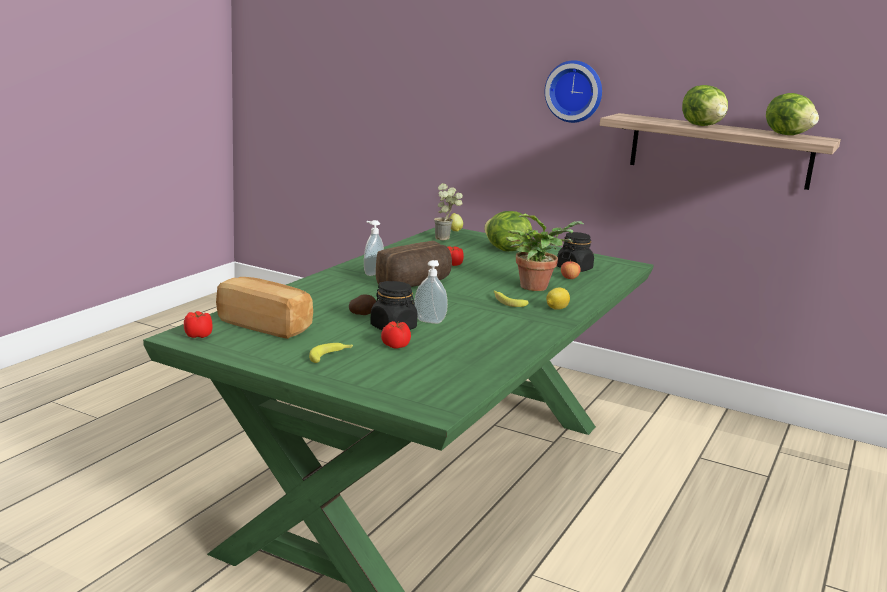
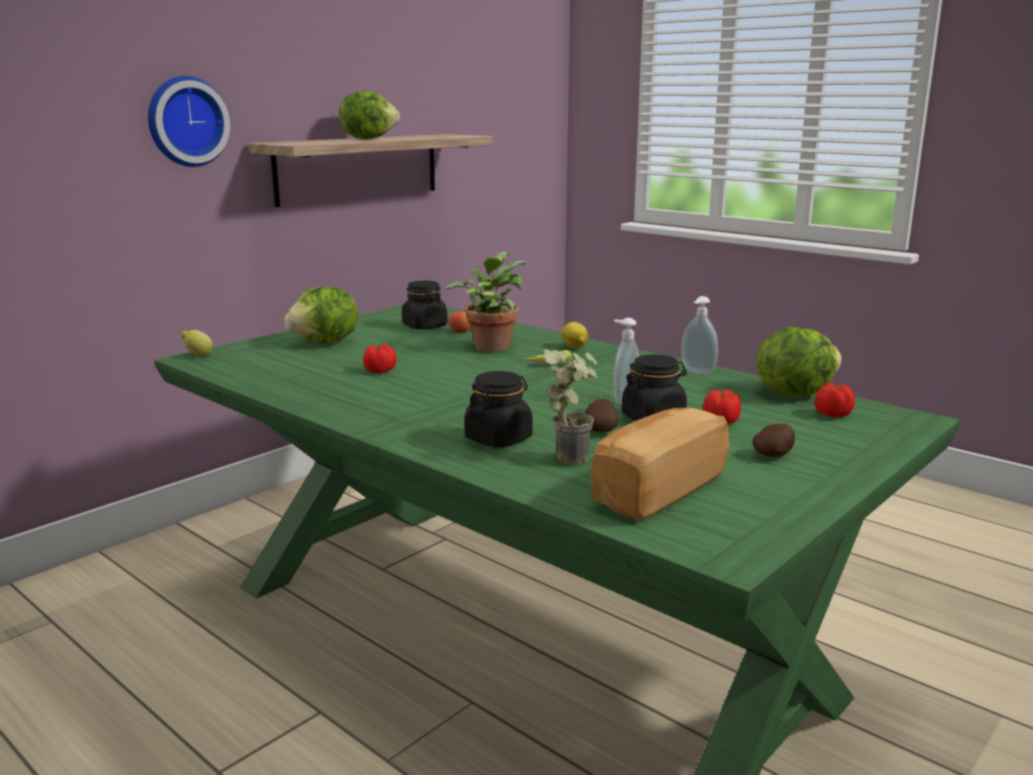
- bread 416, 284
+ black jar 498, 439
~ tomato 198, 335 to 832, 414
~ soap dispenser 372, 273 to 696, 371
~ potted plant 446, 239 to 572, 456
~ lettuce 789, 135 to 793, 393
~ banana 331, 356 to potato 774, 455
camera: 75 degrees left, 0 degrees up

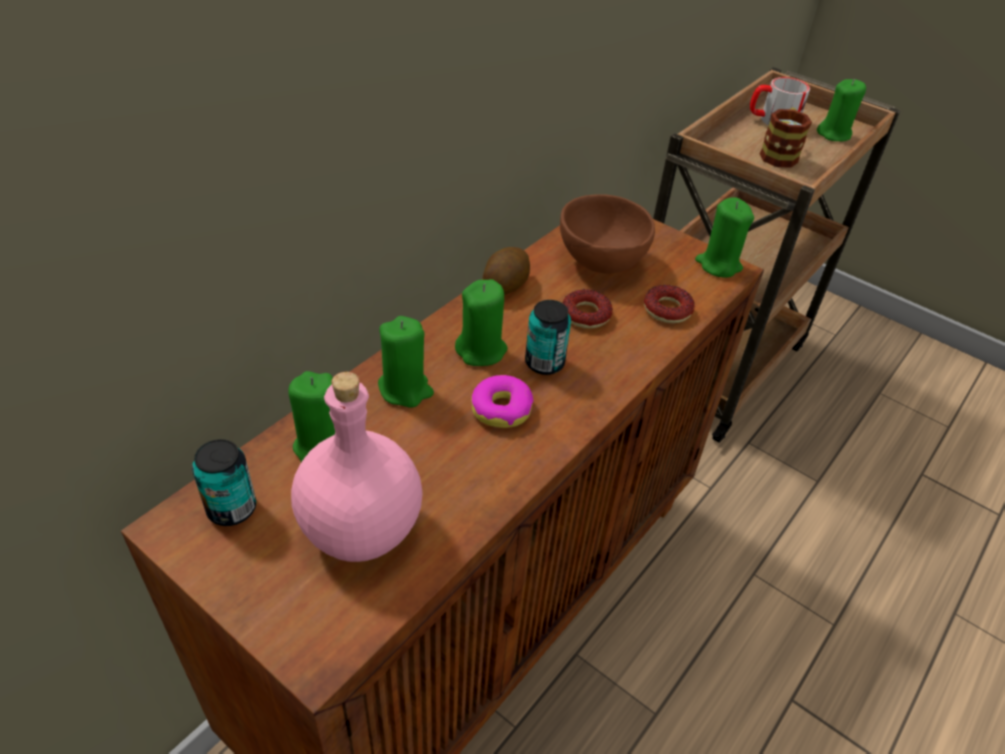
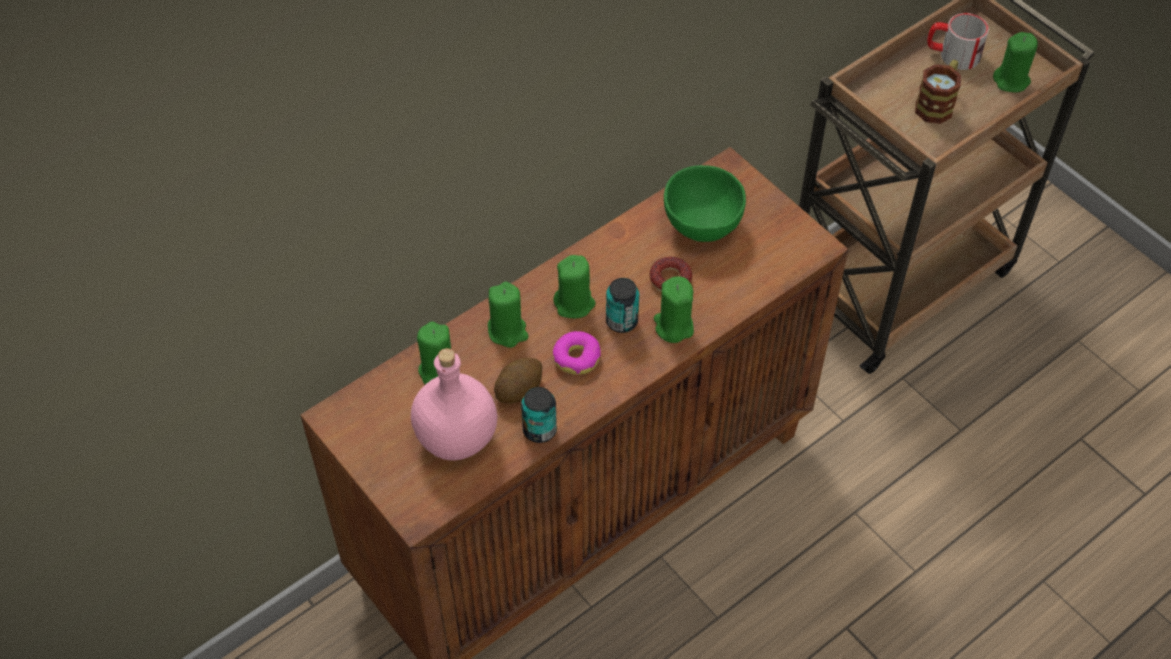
- donut 667, 309
~ can 232, 509 to 539, 430
~ potato 505, 285 to 519, 389
~ green candle 718, 265 to 673, 326
~ brown bowl 600, 262 to green bowl 701, 225
camera: 15 degrees right, 10 degrees up

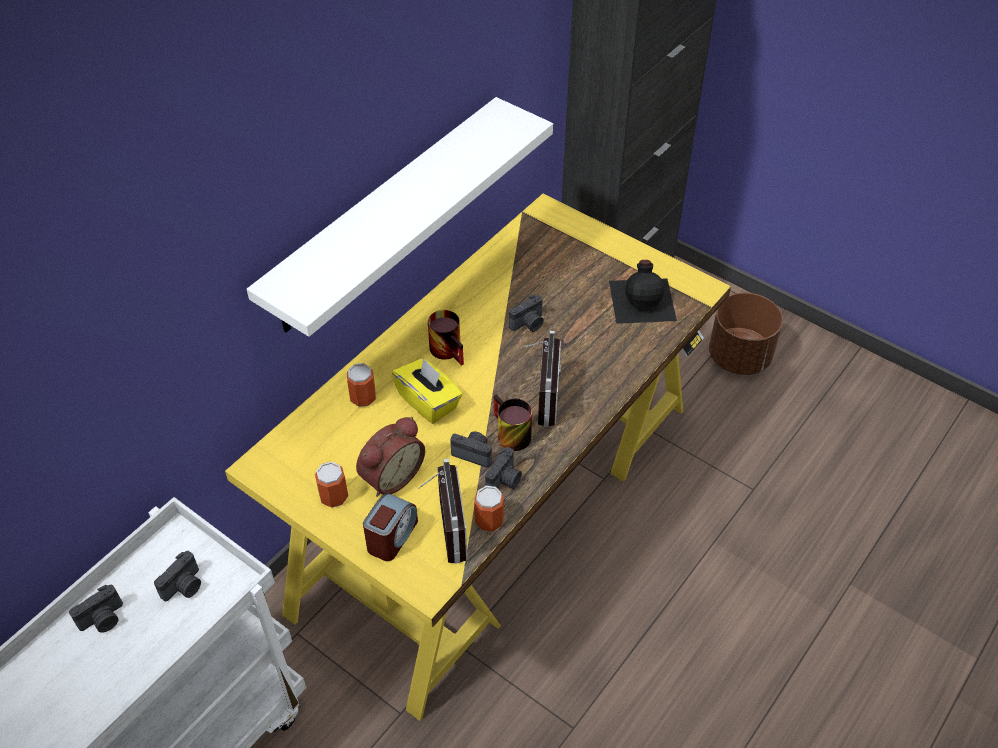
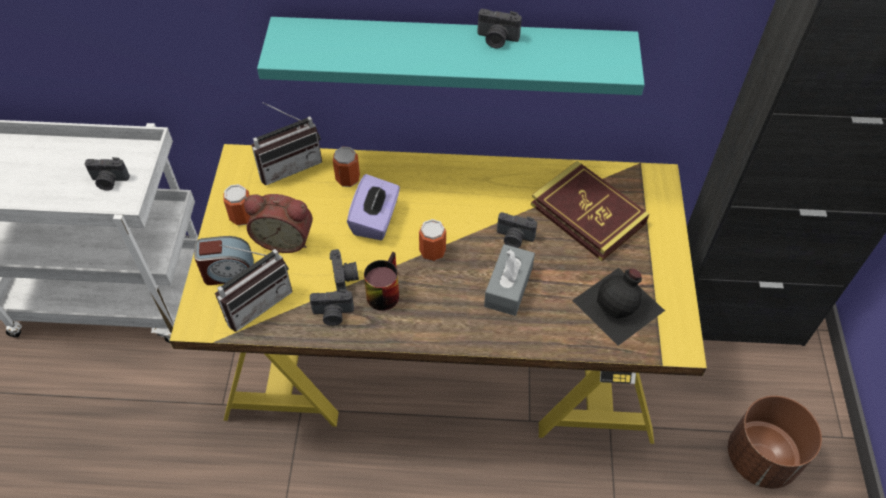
- mug 450, 350
+ grey tissue box 508, 287
+ book 587, 214
~ photo camera 103, 619 to 497, 39
~ can 489, 521 to 432, 251
~ radio 539, 398 to 289, 164
~ white shelf 385, 216 to turquoise shelf 452, 55
~ yellow tissue box 428, 402 to purple tissue box 375, 220
camera: 55 degrees right, 5 degrees up

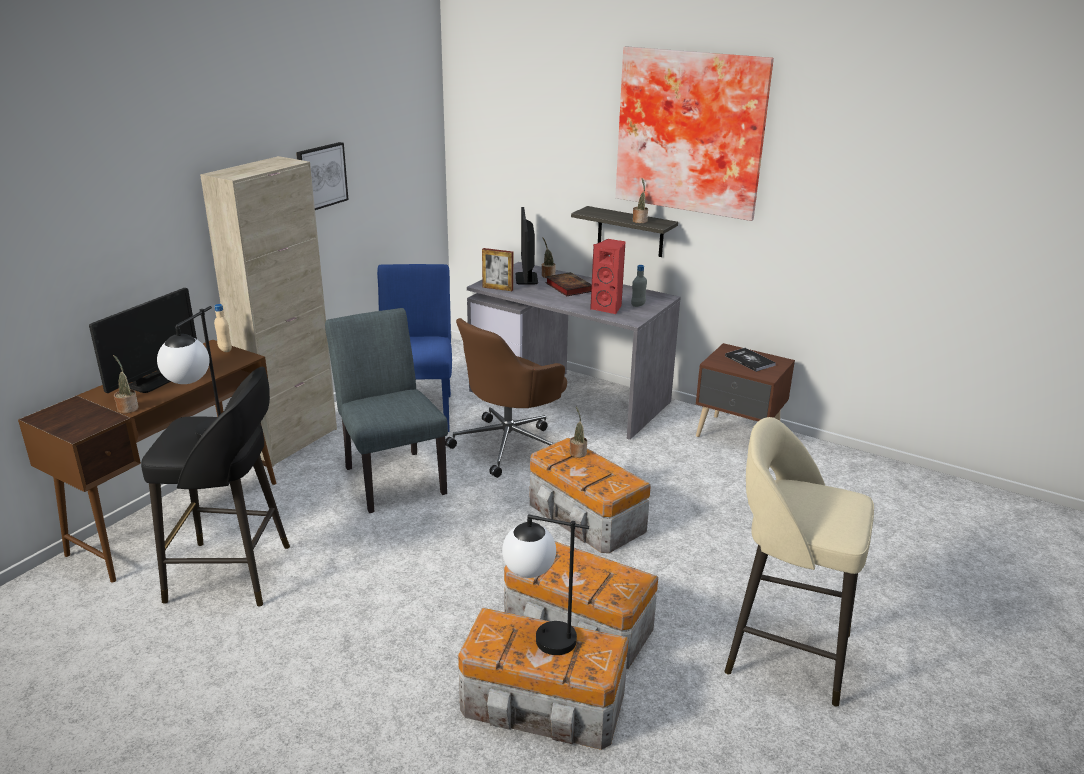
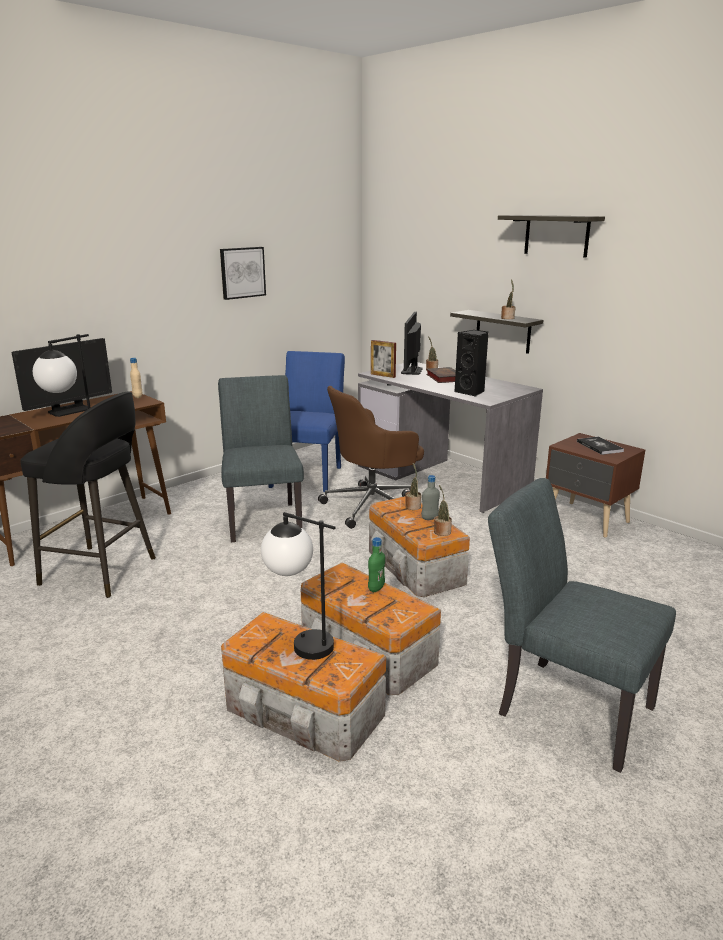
- beige cabinet 292, 442
+ green bottle 376, 588
~ potted plant 127, 408 to 441, 531
~ grey bottle 638, 305 to 430, 518
~ picture 691, 132 to shelf 556, 235
~ beige stool 783, 652 to grey chair 564, 705
~ red speaker 608, 308 to black speaker 471, 392
camera: 15 degrees right, 5 degrees down

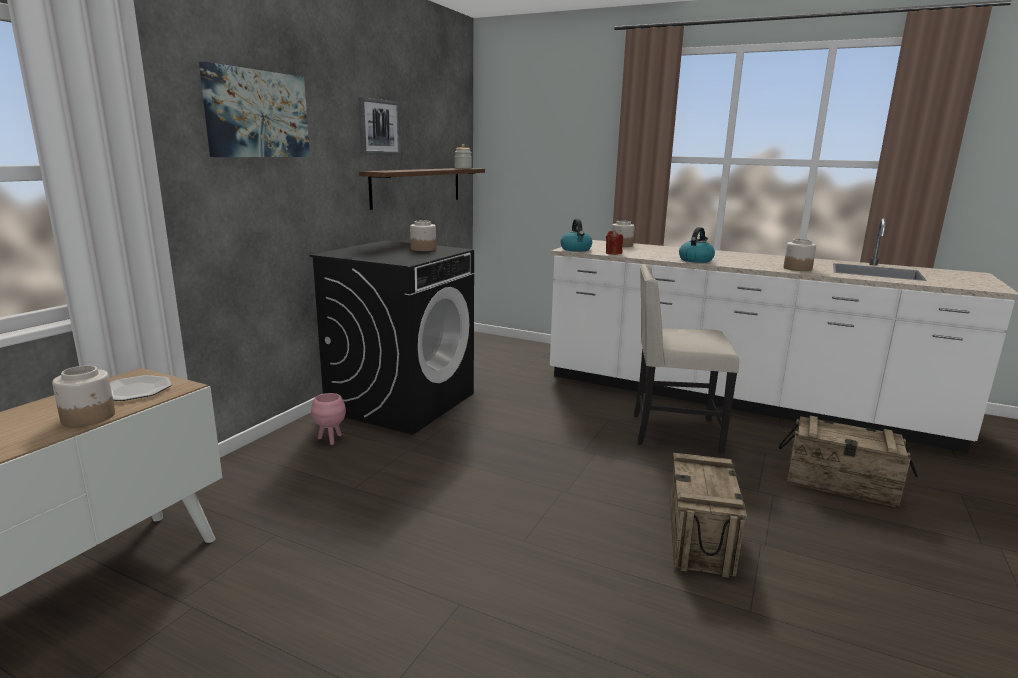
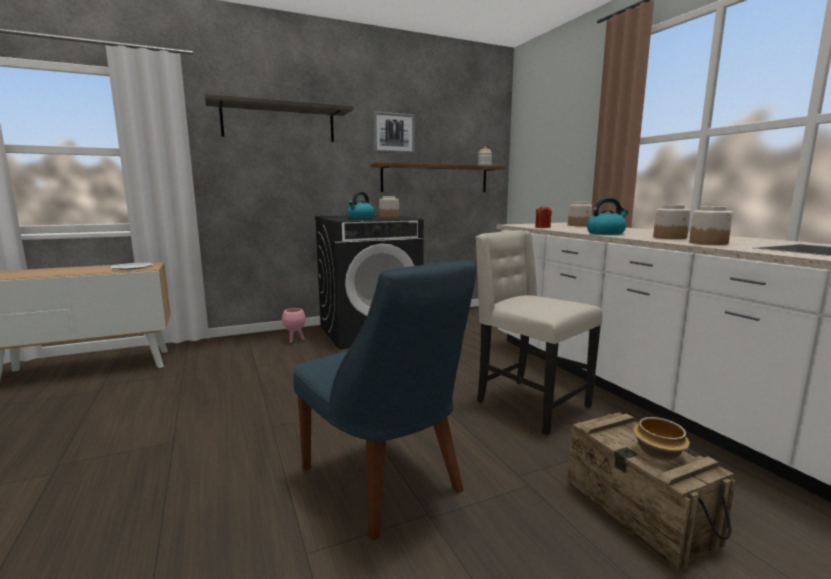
+ bowl 658, 452
~ jar 89, 417 to 670, 237
~ kettle 576, 249 to 361, 218
~ picture 257, 114 to shelf 279, 123
~ crate 700, 538 to blue chair 385, 483
camera: 40 degrees right, 5 degrees down

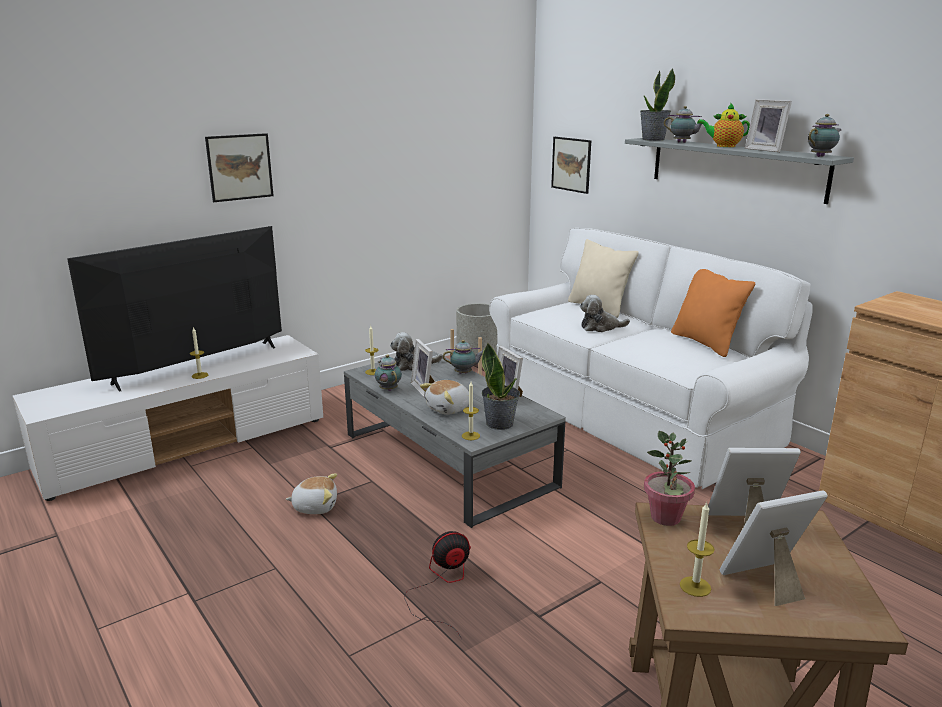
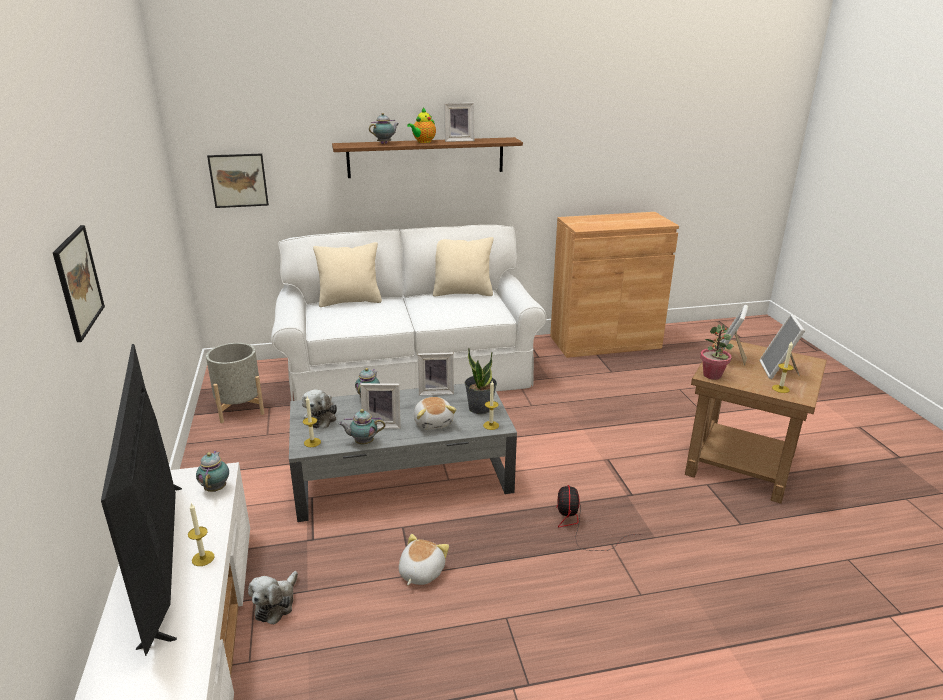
- potted plant 653, 139
~ plush toy 600, 327 to 276, 604
~ teapot 821, 156 to 216, 488
~ grey shelf 735, 168 to brown shelf 426, 157
~ orange pillow 705, 343 to beige pillow 462, 293
camera: 65 degrees left, 5 degrees up

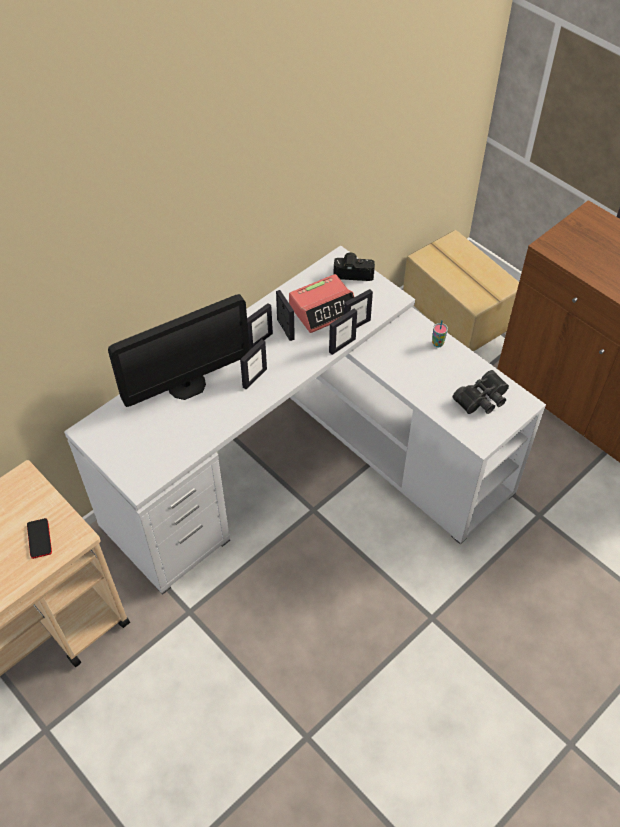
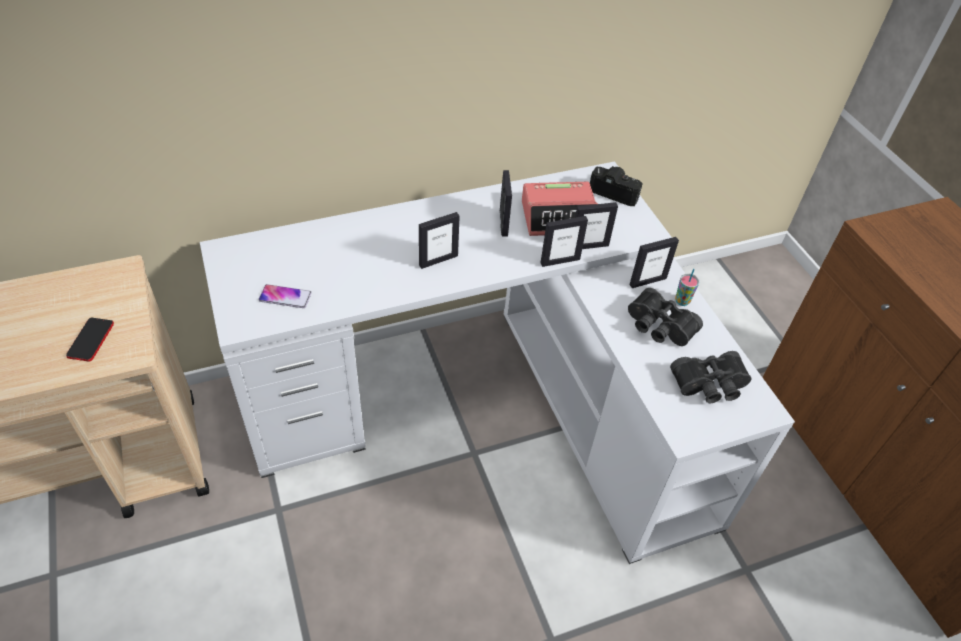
- monitor 186, 385
- cardboard box 457, 311
+ phone 285, 297
+ black binoculars 658, 327
~ picture frame 259, 341 to 647, 281
camera: 20 degrees right, 5 degrees down

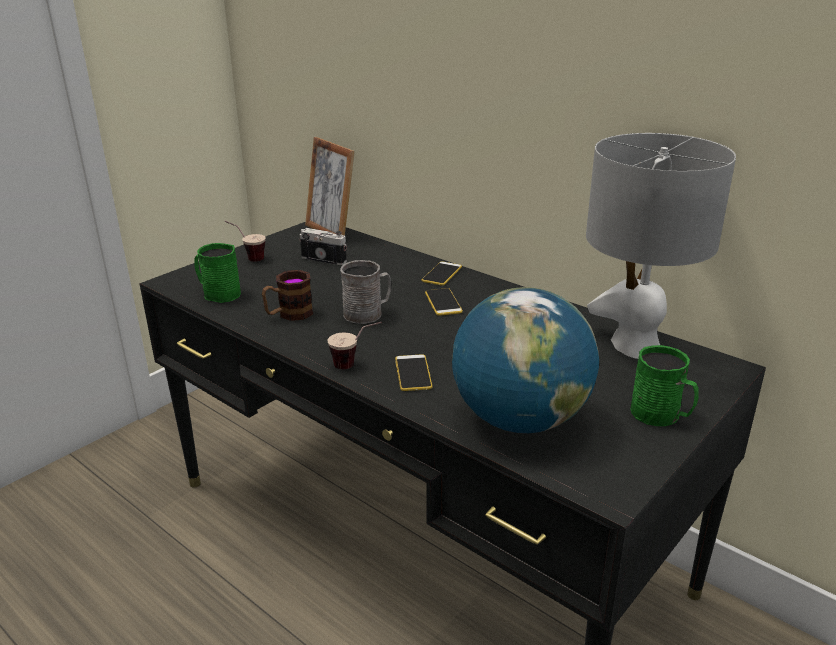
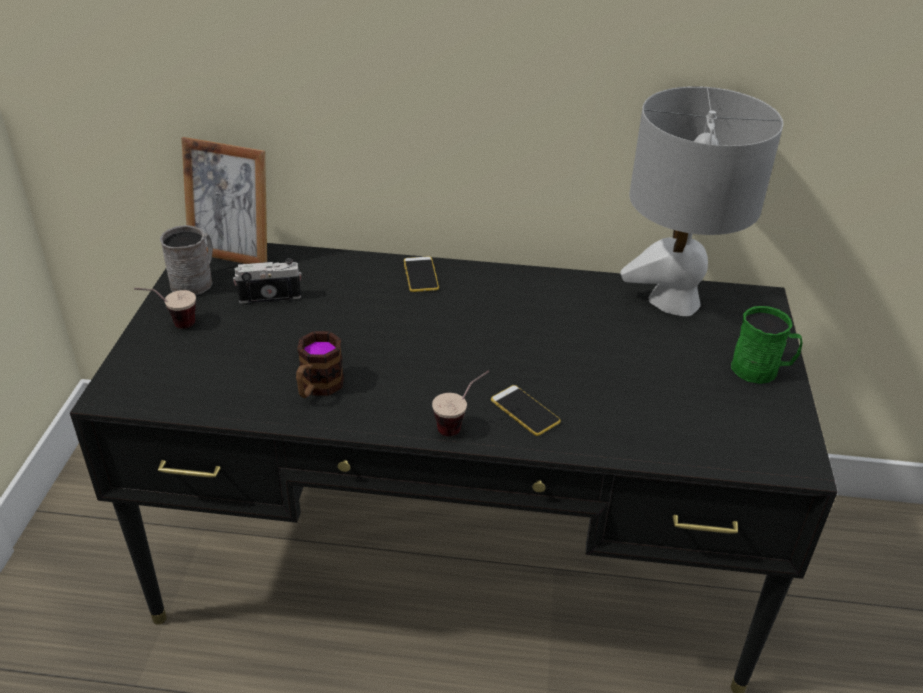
- green mug 218, 293
- phone 443, 302
- globe 520, 419
~ grey mug 368, 313 to 195, 281
camera: 35 degrees left, 10 degrees up

